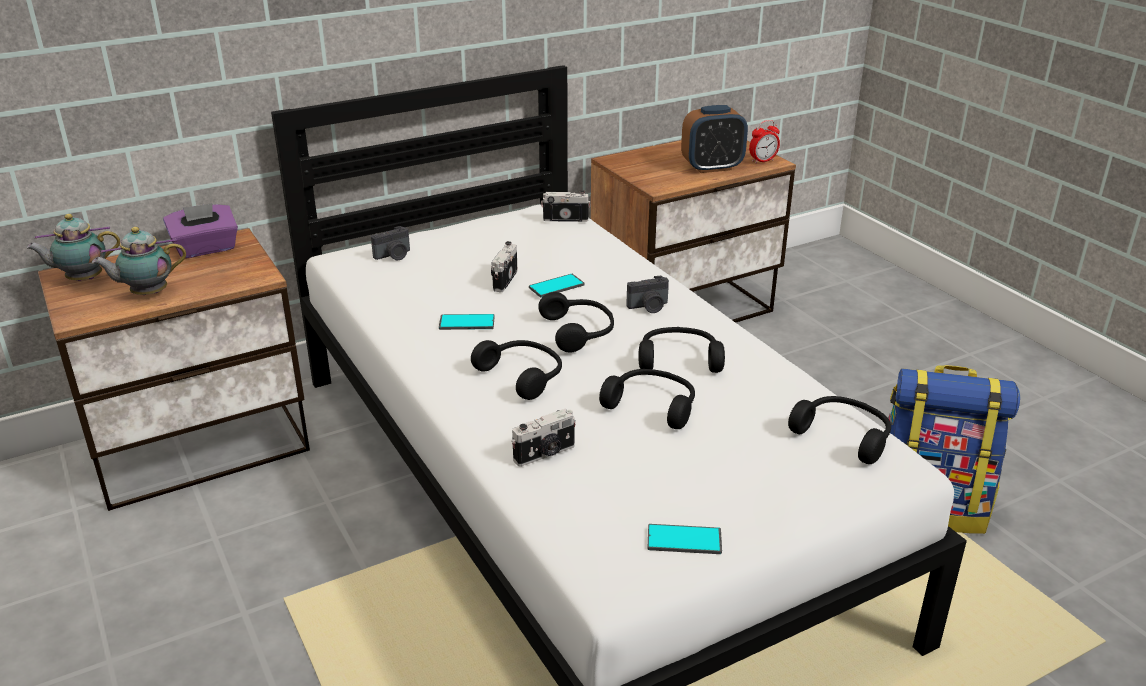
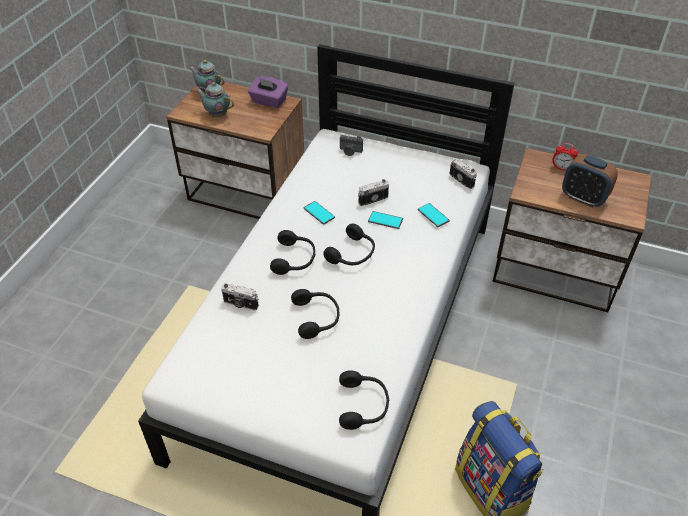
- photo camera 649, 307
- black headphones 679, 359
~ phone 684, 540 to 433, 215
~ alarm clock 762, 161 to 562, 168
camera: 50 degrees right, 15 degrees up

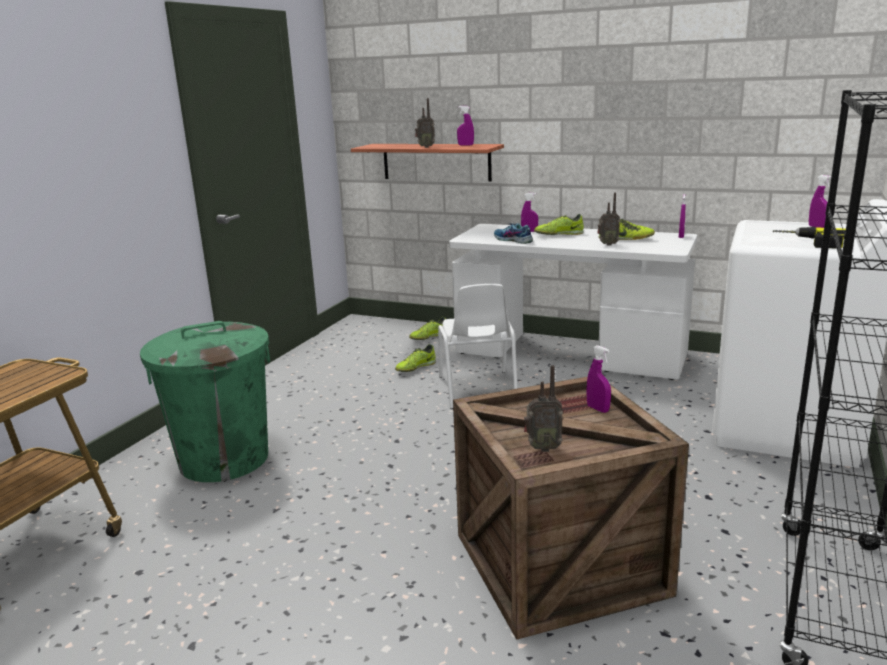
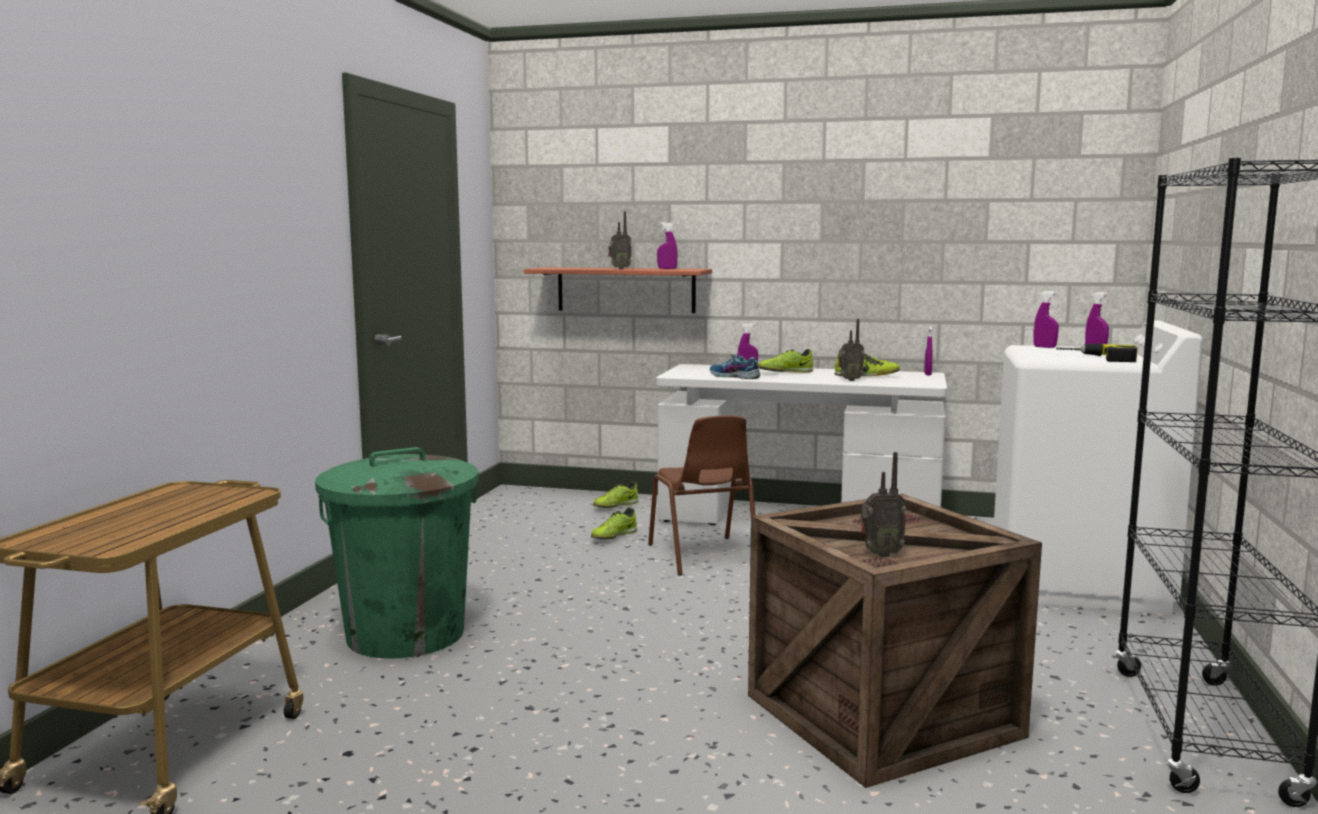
~ purple spray bottle 598, 409 to 1044, 347
~ white chair 477, 390 to brown chair 703, 557
camera: 10 degrees left, 10 degrees down

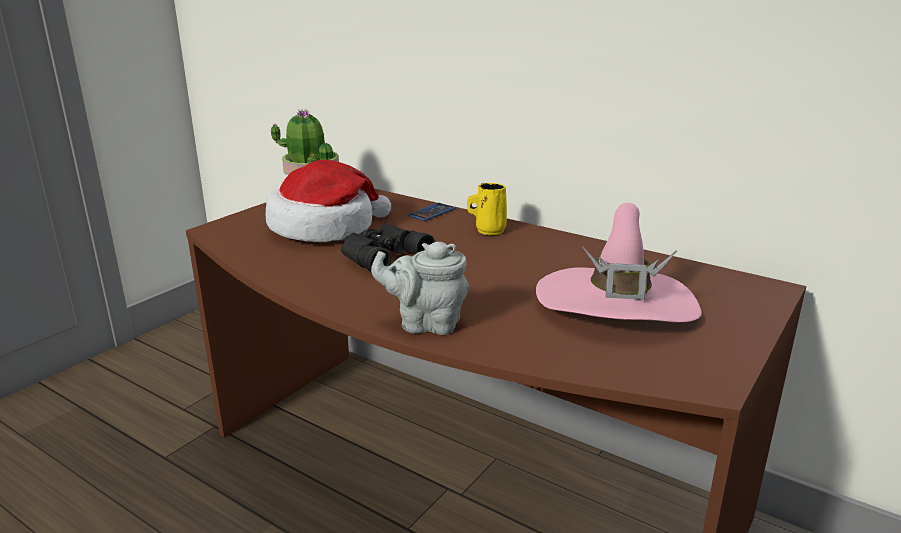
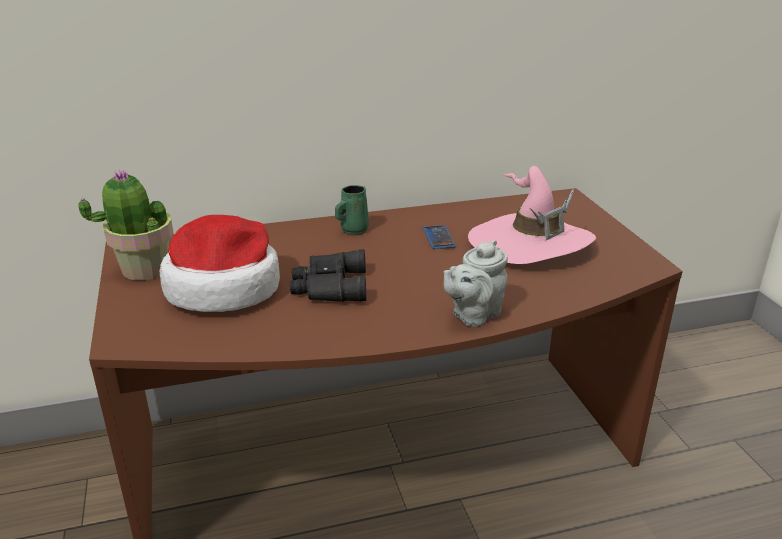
~ phone 432, 212 to 439, 238
~ yellow mug 488, 230 to green mug 353, 230
camera: 50 degrees left, 5 degrees up

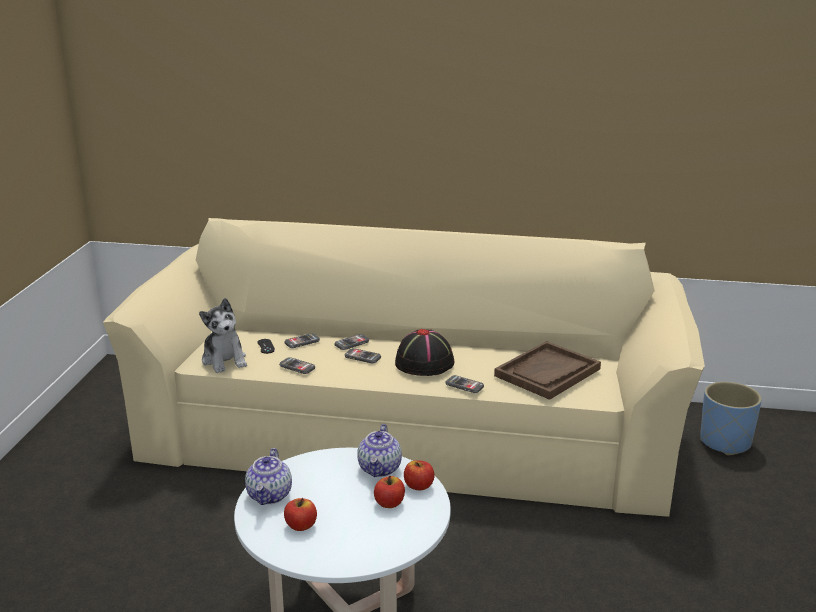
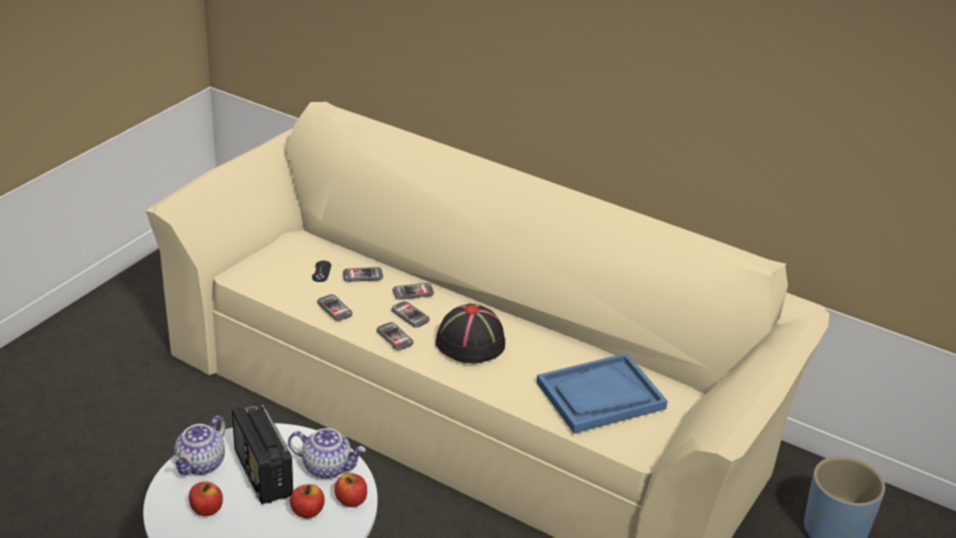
- plush toy 224, 360
+ radio 263, 474
~ phone 464, 385 to 394, 337
~ brown tray 547, 372 to blue tray 600, 396
~ teapot 380, 469 = 327, 467 105 degrees counterclockwise
camera: 20 degrees right, 10 degrees up

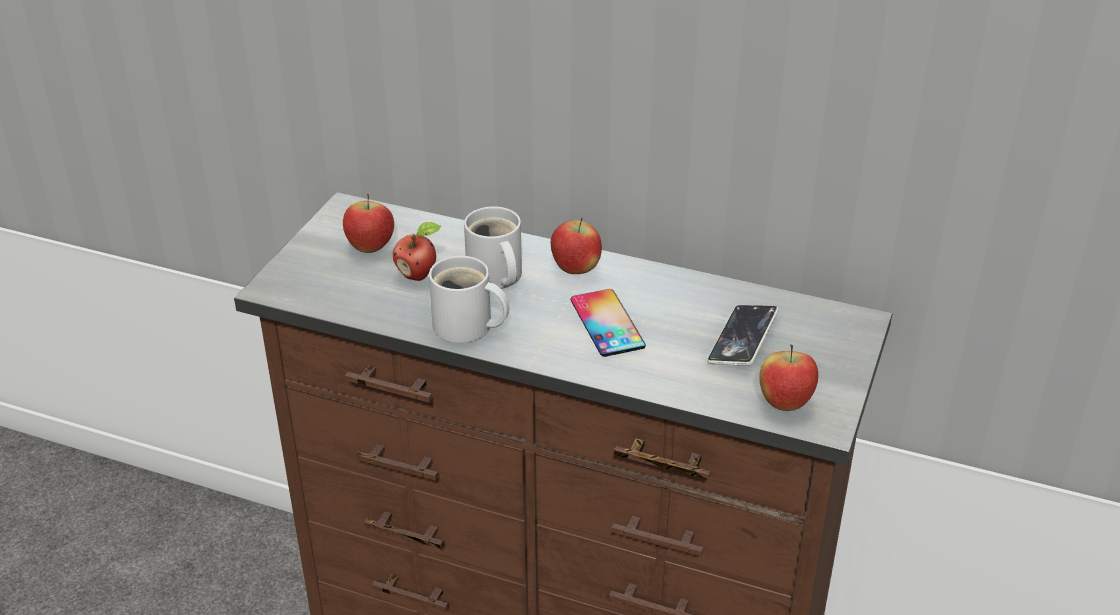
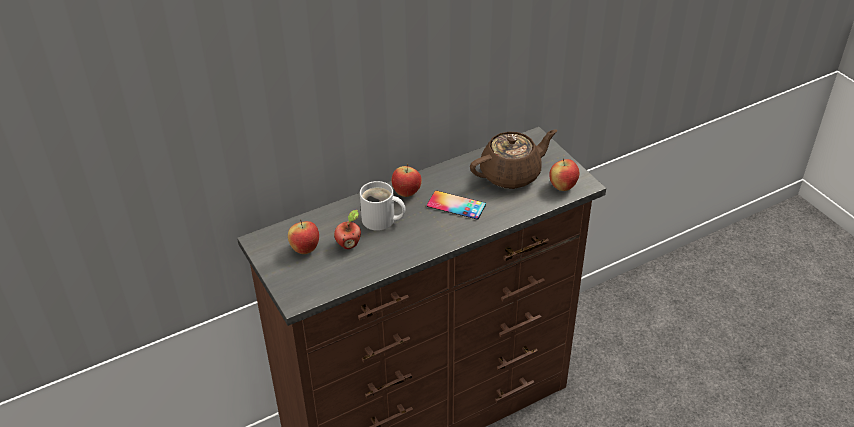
- white mug 467, 328
~ phone 742, 340 to brown teapot 511, 174
camera: 50 degrees left, 5 degrees up

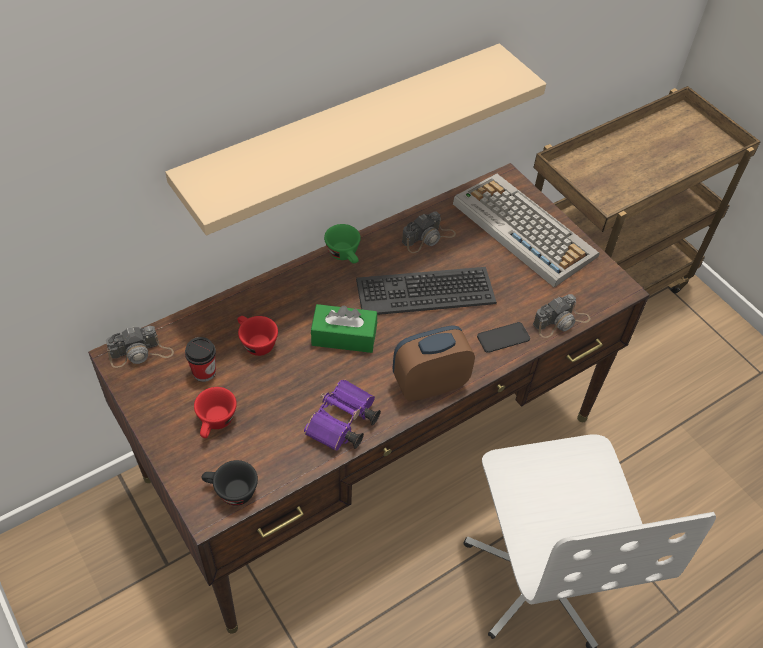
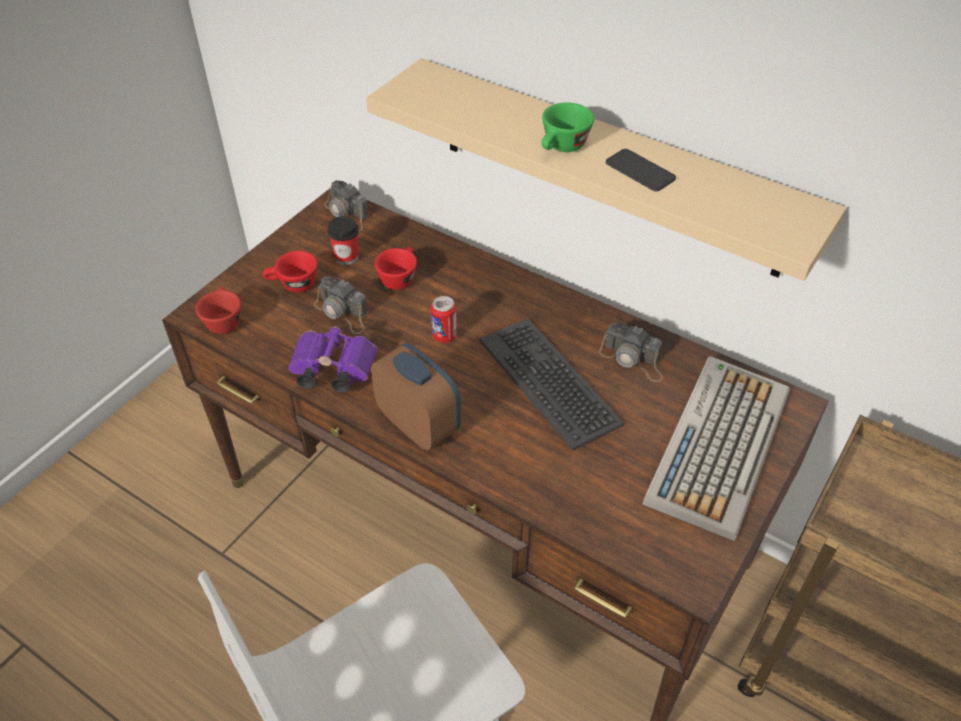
~ green cup 345, 255 to 562, 148
~ phone 503, 338 to 640, 171
~ photo camera 561, 321 to 342, 312
~ green tissue box 344, 336 to can 444, 336
~ black cup 231, 491 to red cup 223, 320
camera: 70 degrees right, 5 degrees down

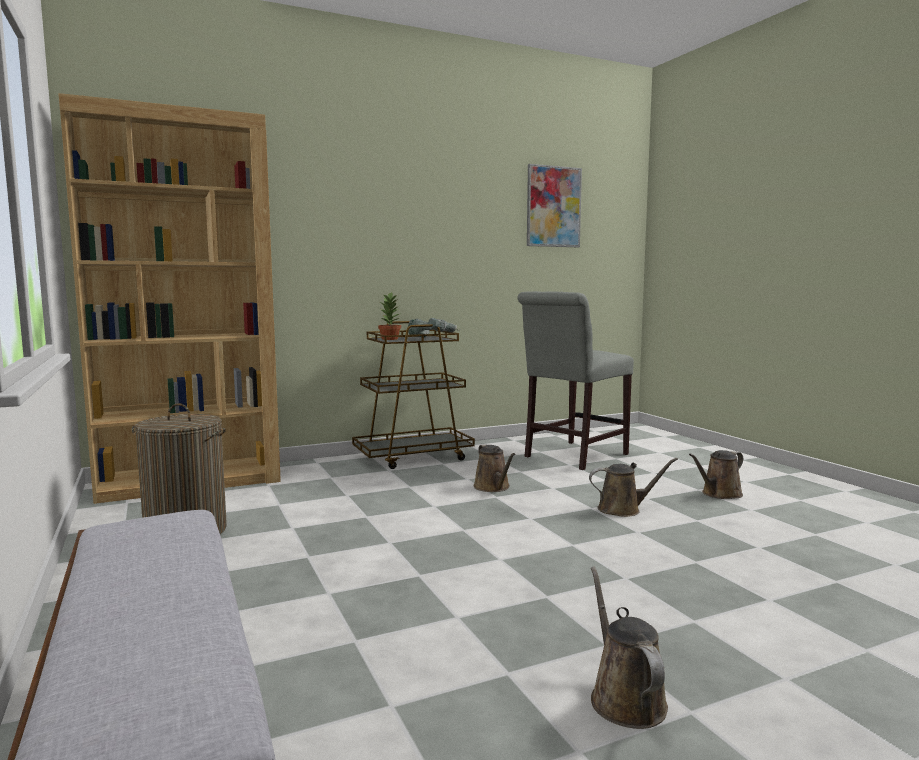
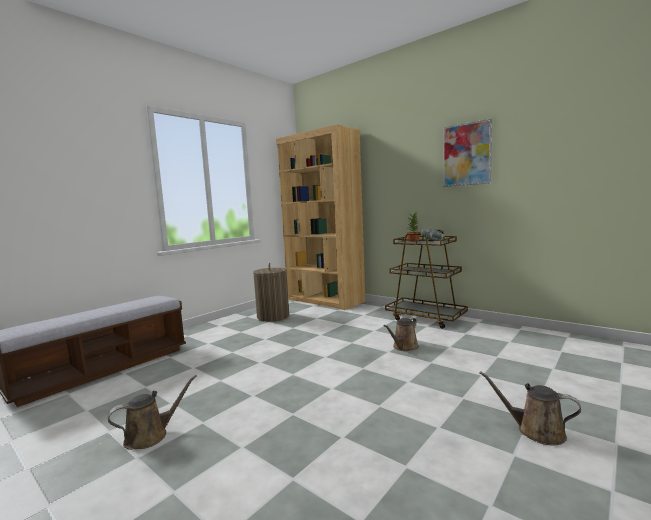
- grey chair 572, 456
- brown watering can 623, 509
~ picture 553, 207 to 466, 154
camera: 65 degrees right, 0 degrees up

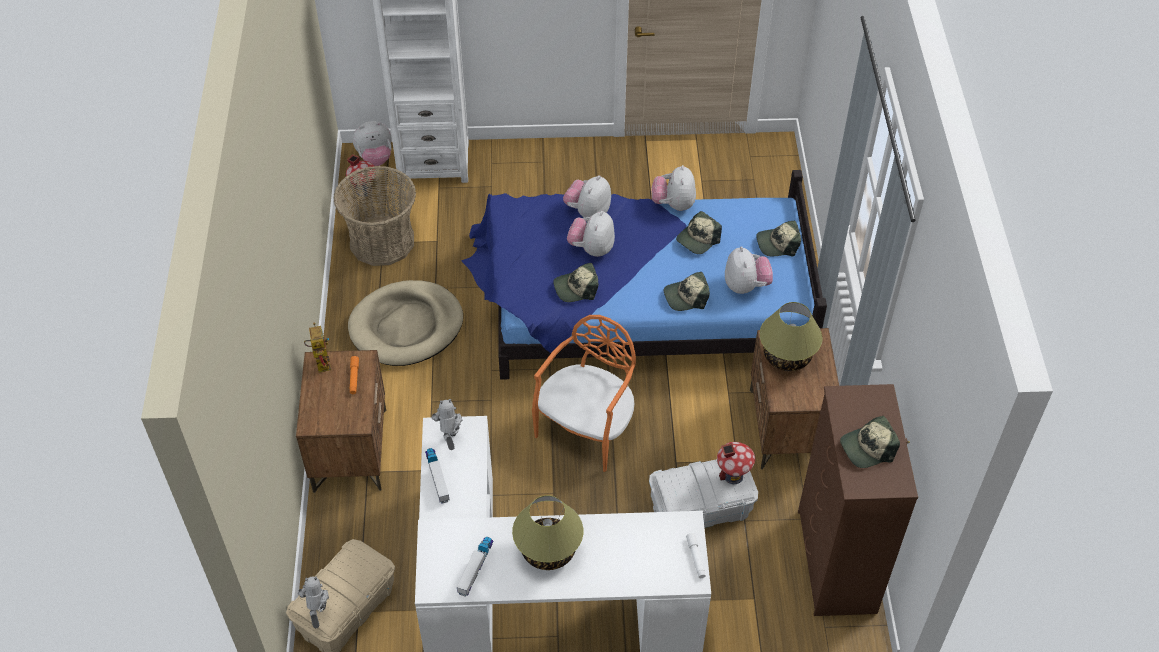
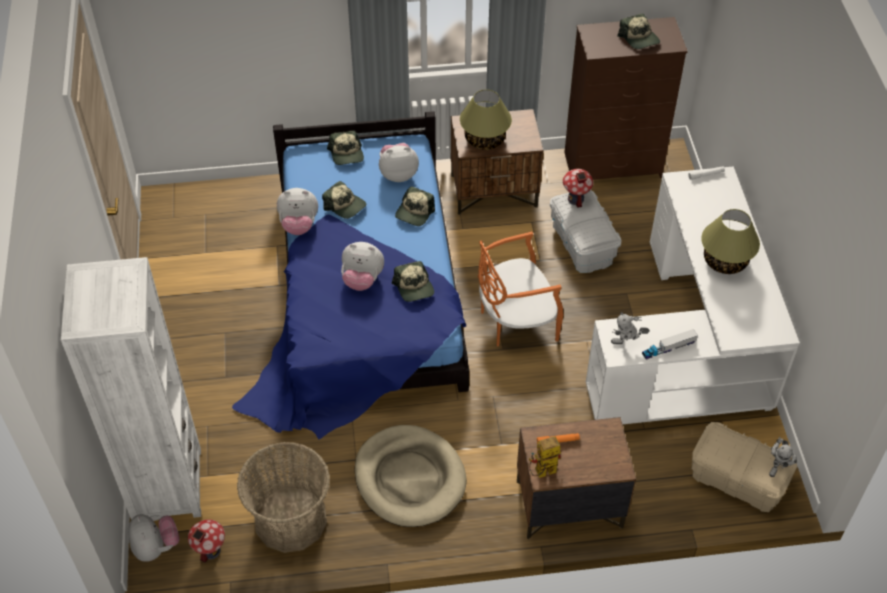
- toy truck 476, 568
- plush toy 588, 212
~ toy robot 318, 614 = 778, 466 60 degrees counterclockwise
~ orange chair 587, 429 = 515, 321 45 degrees counterclockwise
~ cap 686, 297 = 414, 212 45 degrees clockwise
camera: 95 degrees left, 0 degrees up

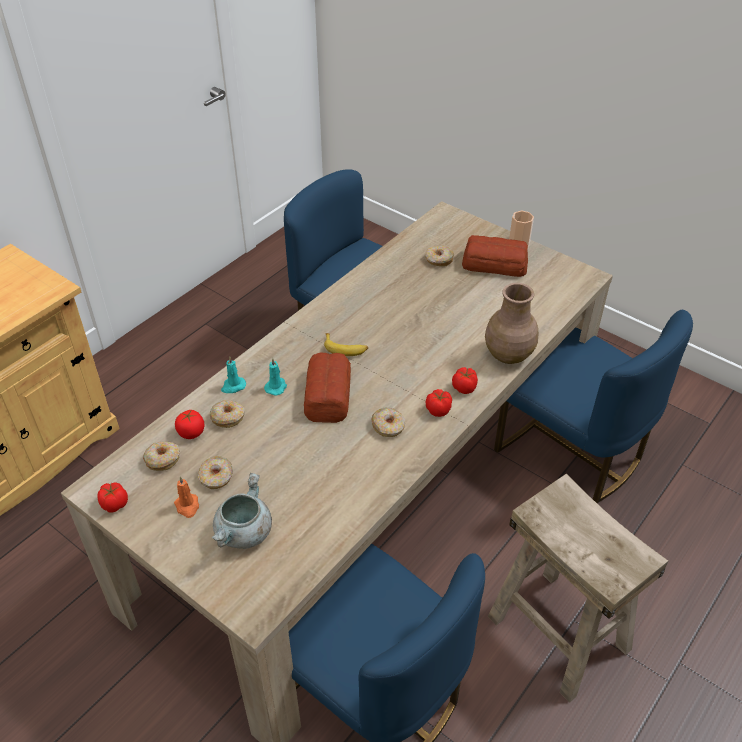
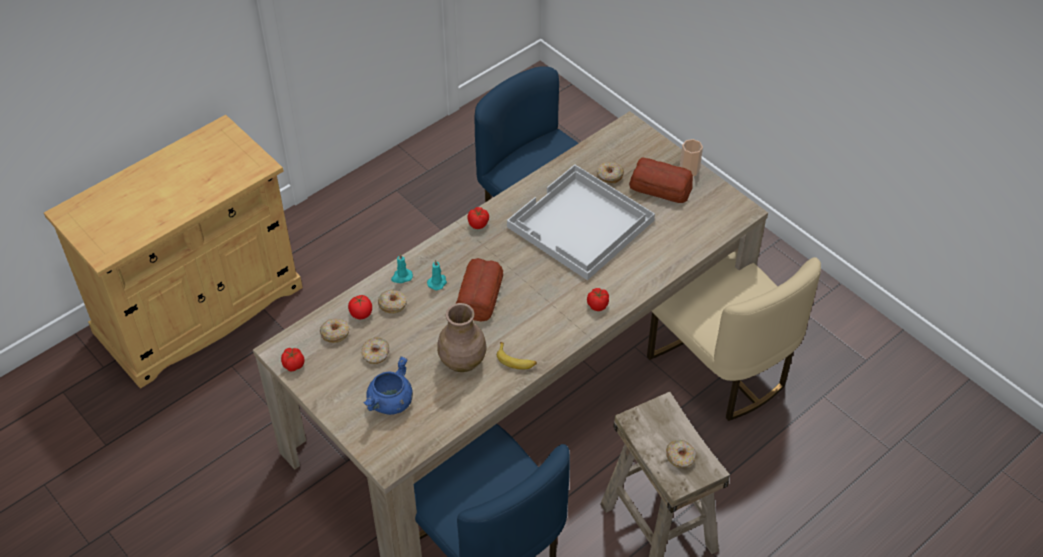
- orange candle 187, 506
+ white tray 580, 225
~ banana 345, 348 to 516, 360
~ donut 388, 426 to 680, 457
~ tomato 438, 410 to 478, 223
~ brown vase 508, 355 to 462, 361
~ grey cooking pot 244, 533 to blue cooking pot 390, 402
~ blue chair 572, 451 to beige chair 721, 368
camera: 10 degrees right, 5 degrees up

